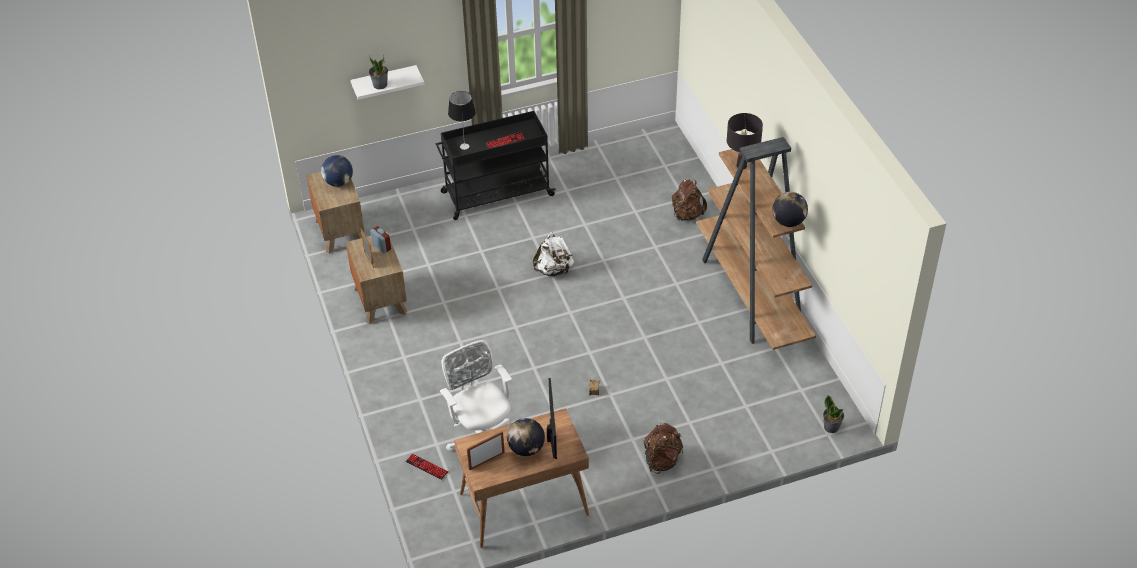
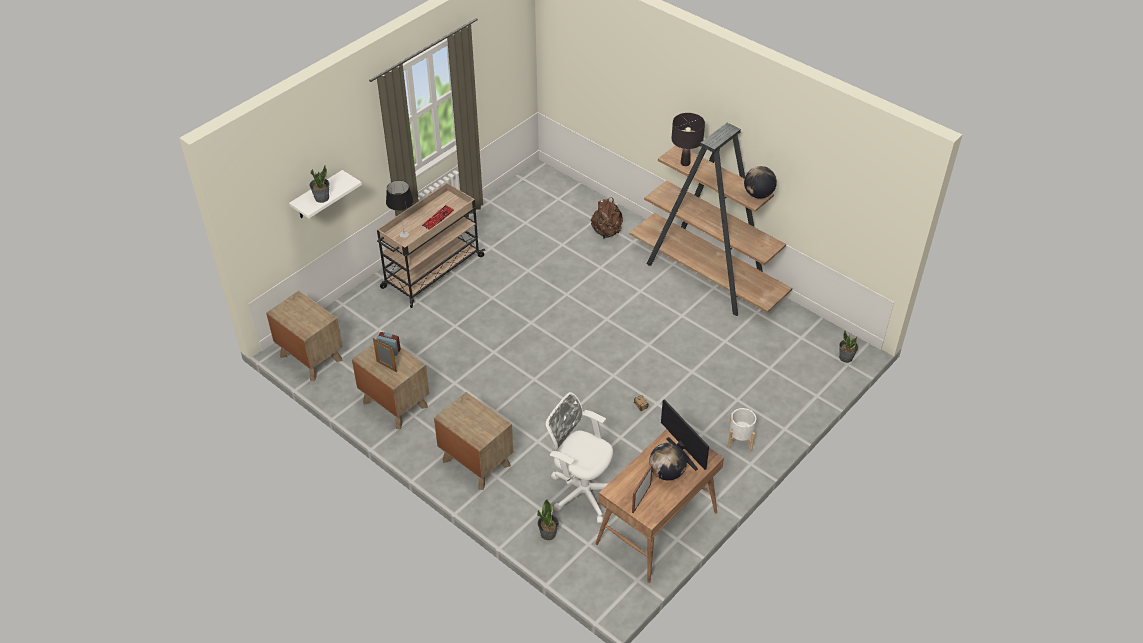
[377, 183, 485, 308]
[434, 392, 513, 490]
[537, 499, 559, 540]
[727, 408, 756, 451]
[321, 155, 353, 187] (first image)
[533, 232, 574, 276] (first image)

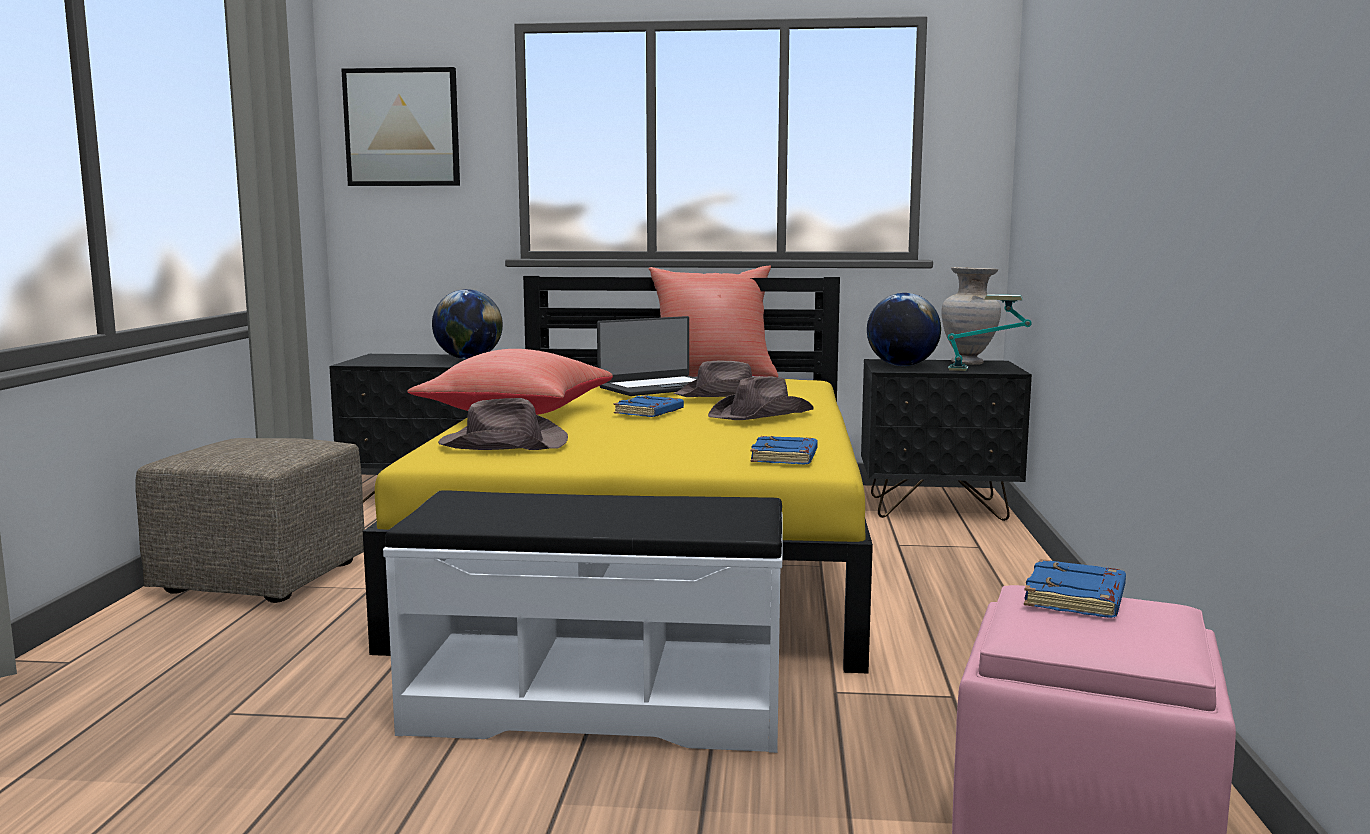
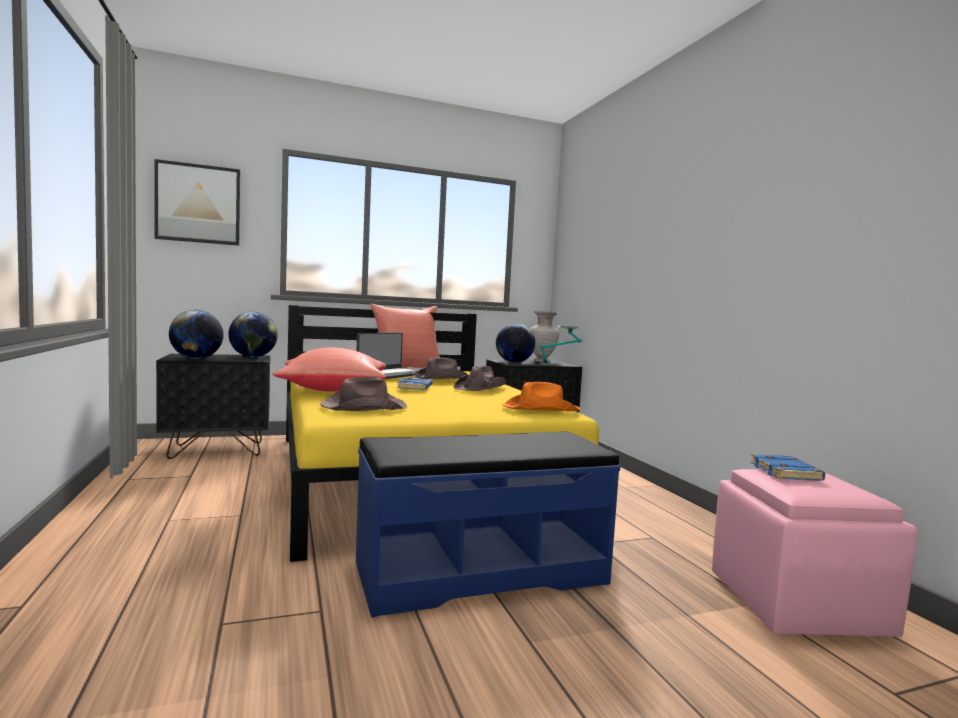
[169, 310, 224, 359]
[356, 431, 620, 617]
[501, 382, 581, 412]
[136, 438, 365, 603] (first image)

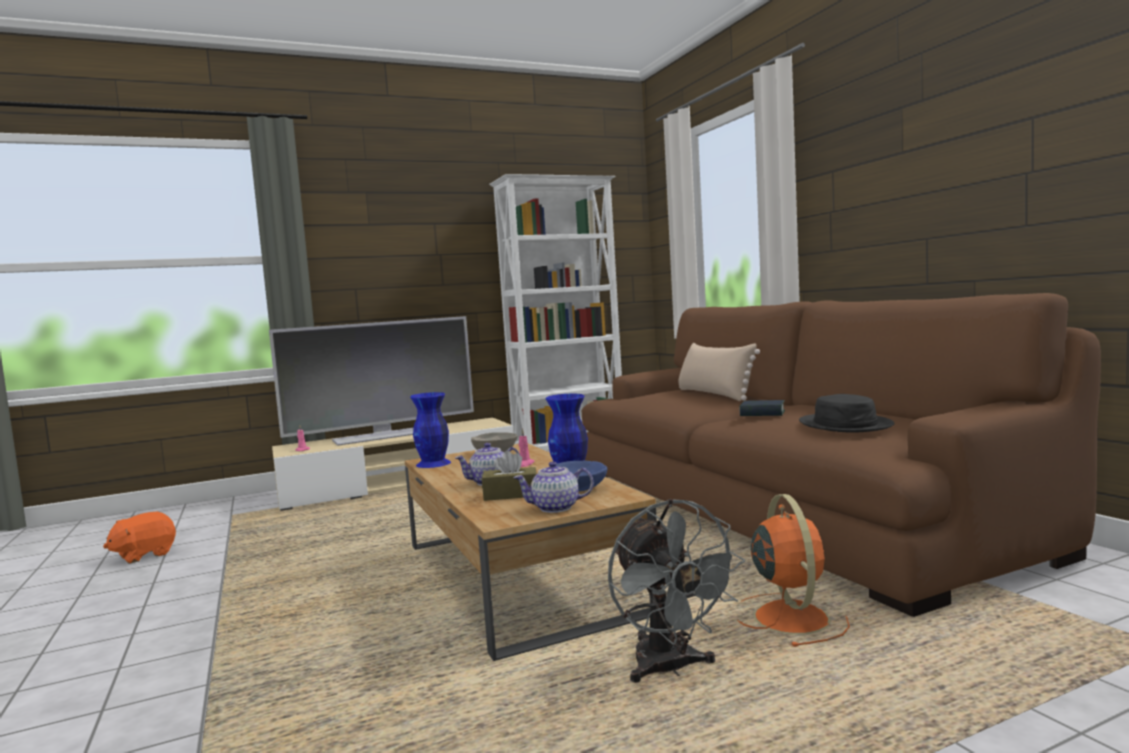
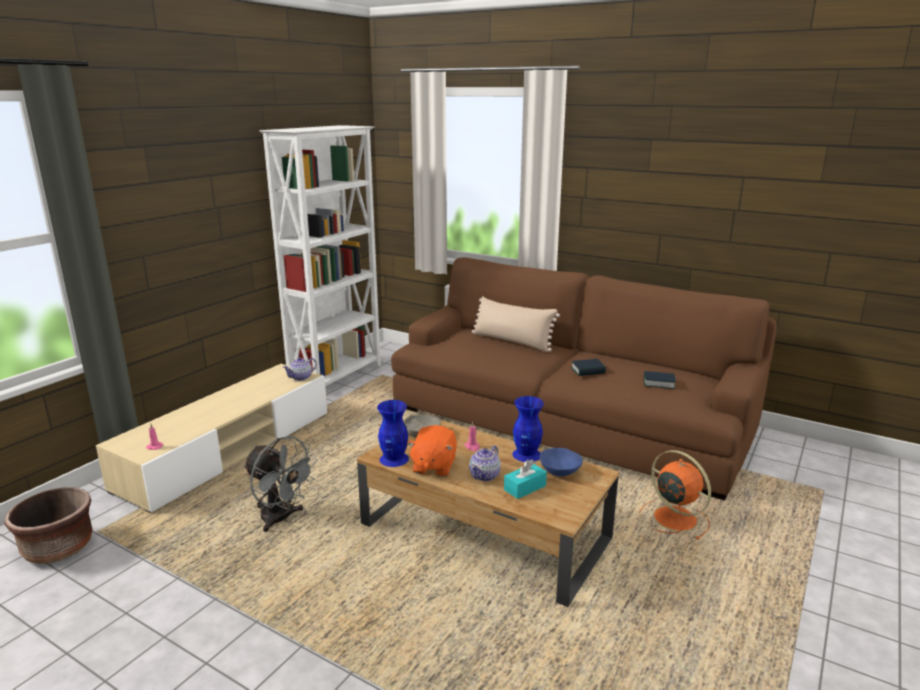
[5, 487, 93, 564]
[243, 436, 318, 532]
[283, 357, 317, 381]
[407, 425, 457, 477]
[504, 459, 547, 499]
[644, 371, 676, 389]
[269, 316, 474, 446] (first image)

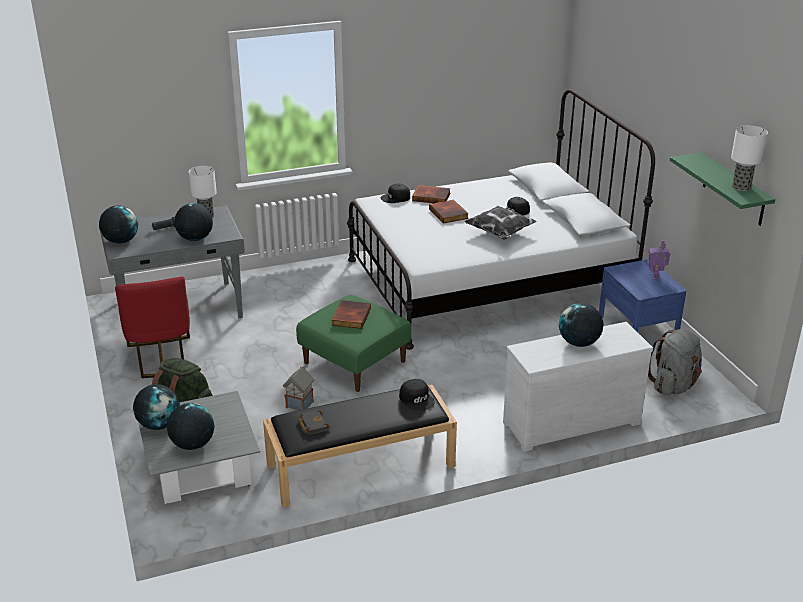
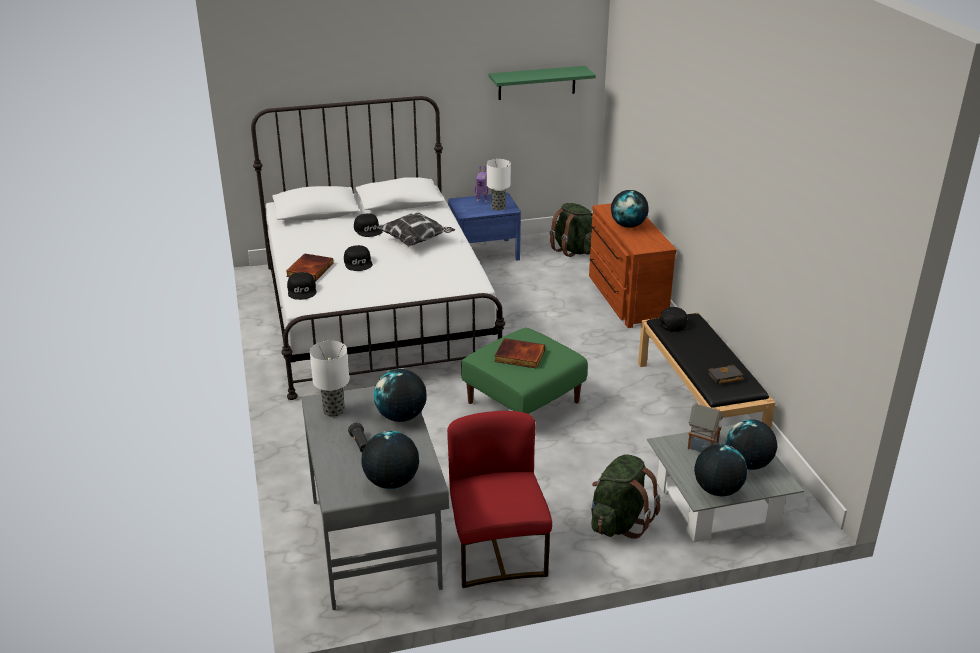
[344, 245, 373, 271]
[447, 411, 552, 588]
[487, 159, 511, 210]
[549, 203, 593, 257]
[589, 203, 677, 328]
[688, 403, 723, 452]

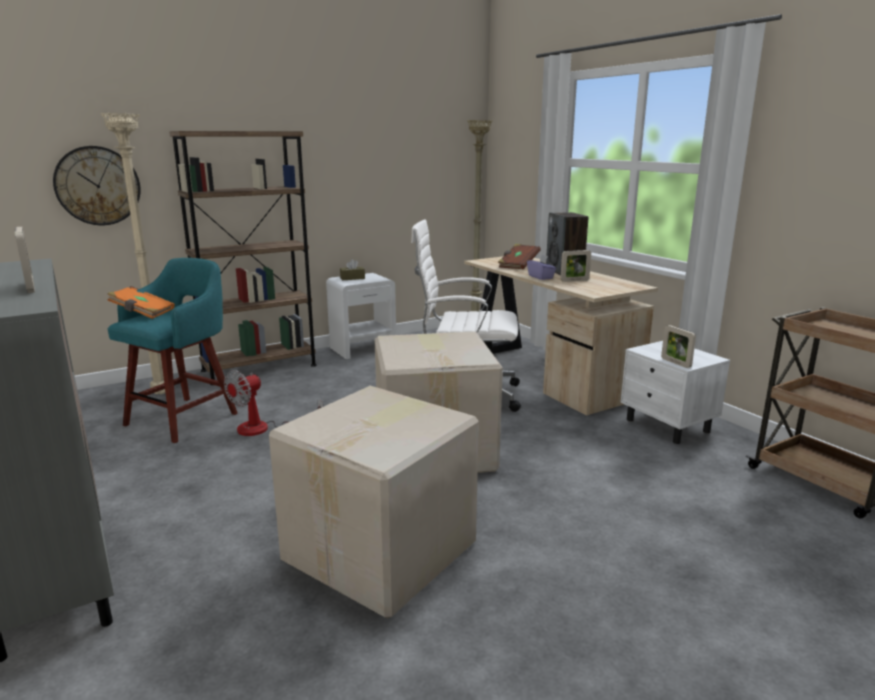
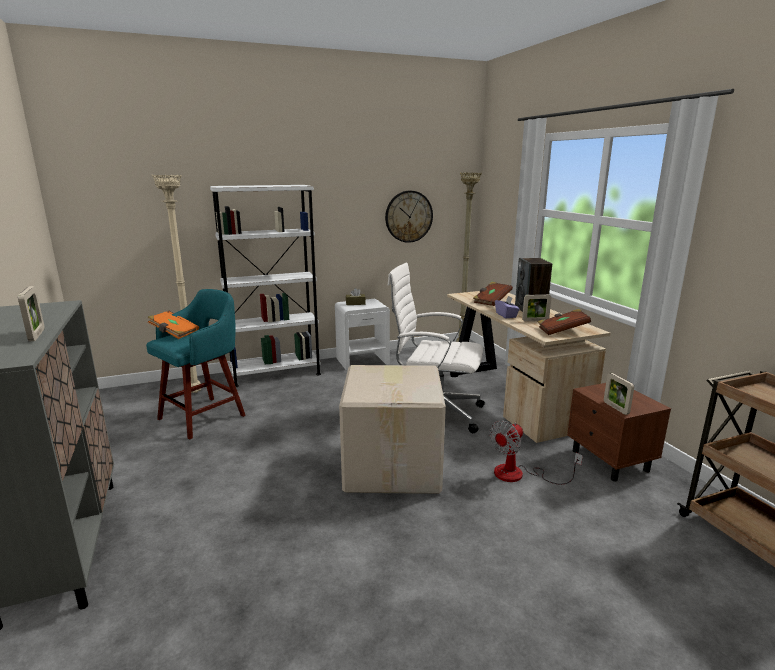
[210, 185, 321, 387]
[385, 191, 433, 243]
[489, 420, 583, 485]
[538, 309, 591, 335]
[567, 383, 671, 482]
[269, 386, 479, 618] (first image)

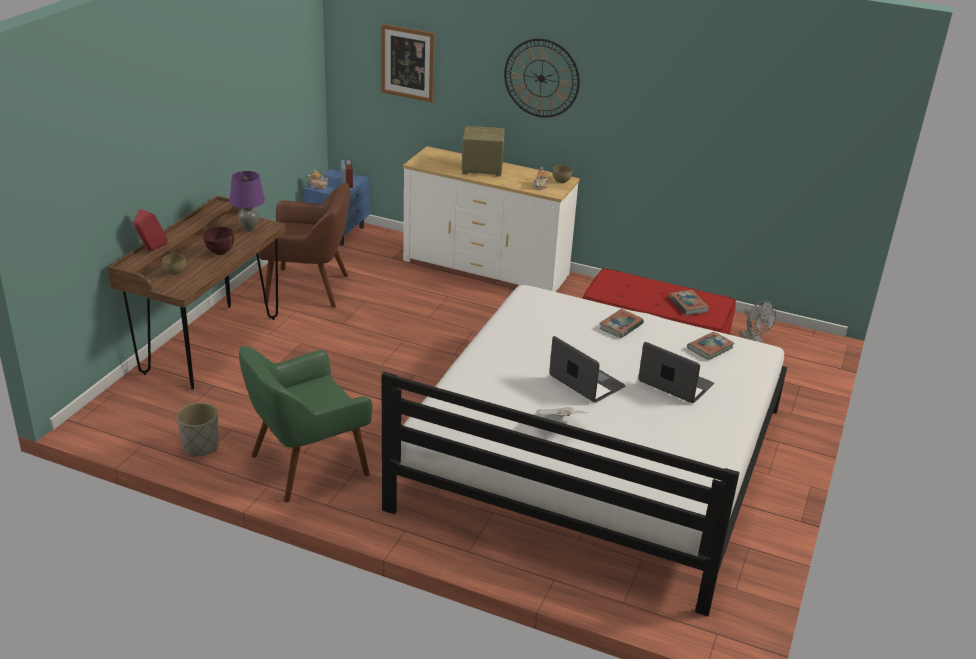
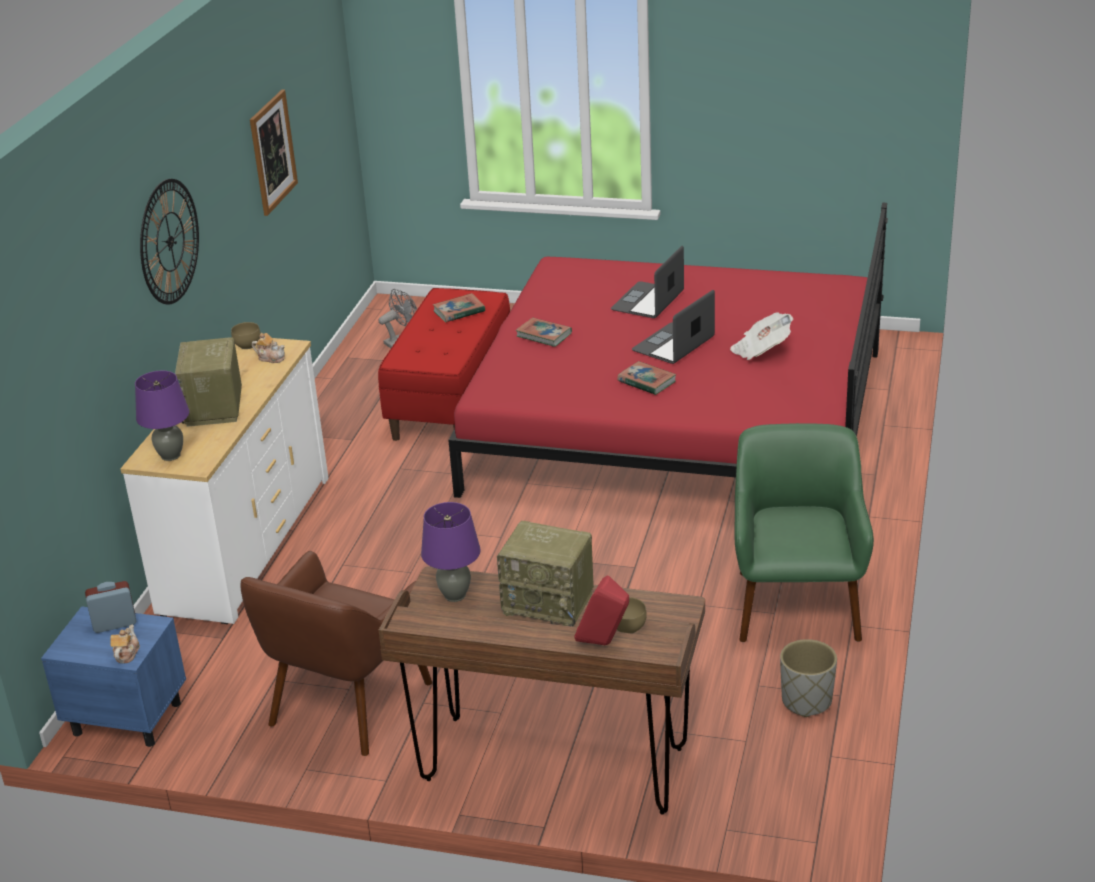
[135, 371, 189, 461]
[240, 551, 432, 756]
[250, 90, 298, 216]
[448, 203, 888, 498]
[497, 521, 594, 627]
[617, 361, 677, 395]
[734, 423, 874, 642]

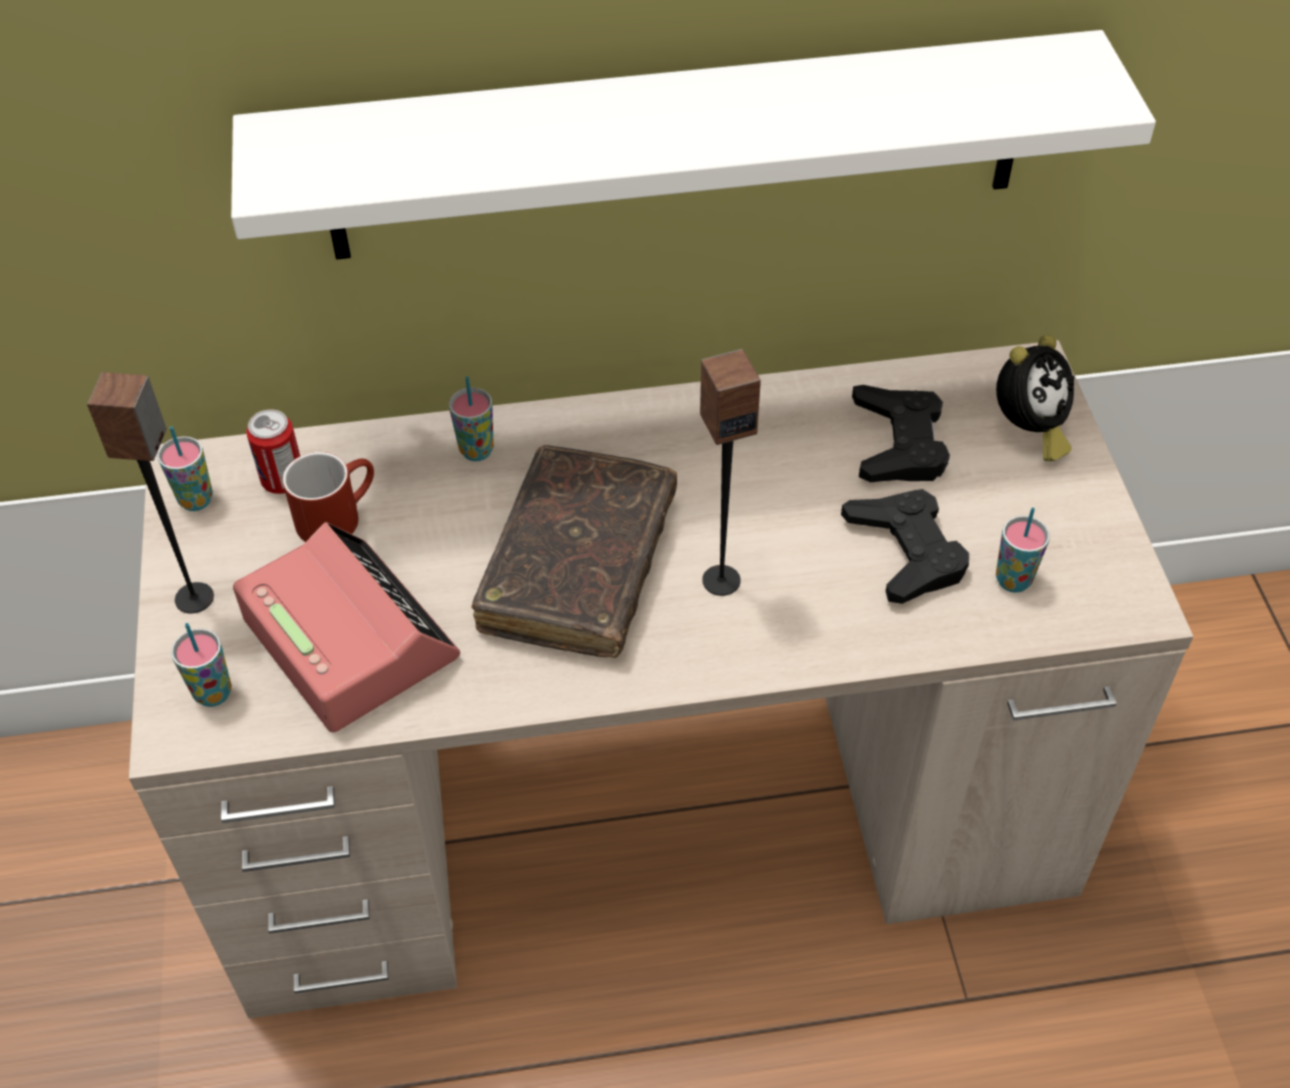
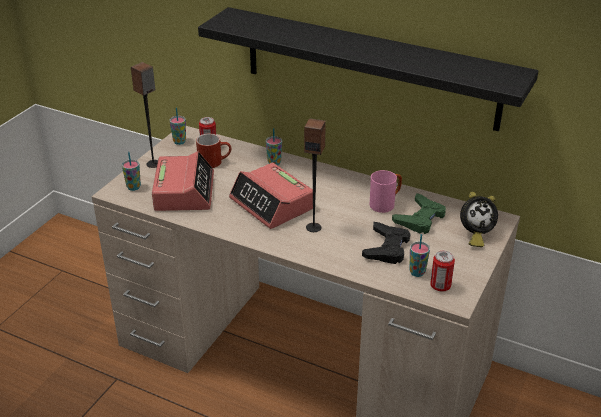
[198, 7, 538, 131]
[229, 163, 313, 229]
[370, 170, 402, 213]
[392, 193, 446, 234]
[430, 251, 455, 292]

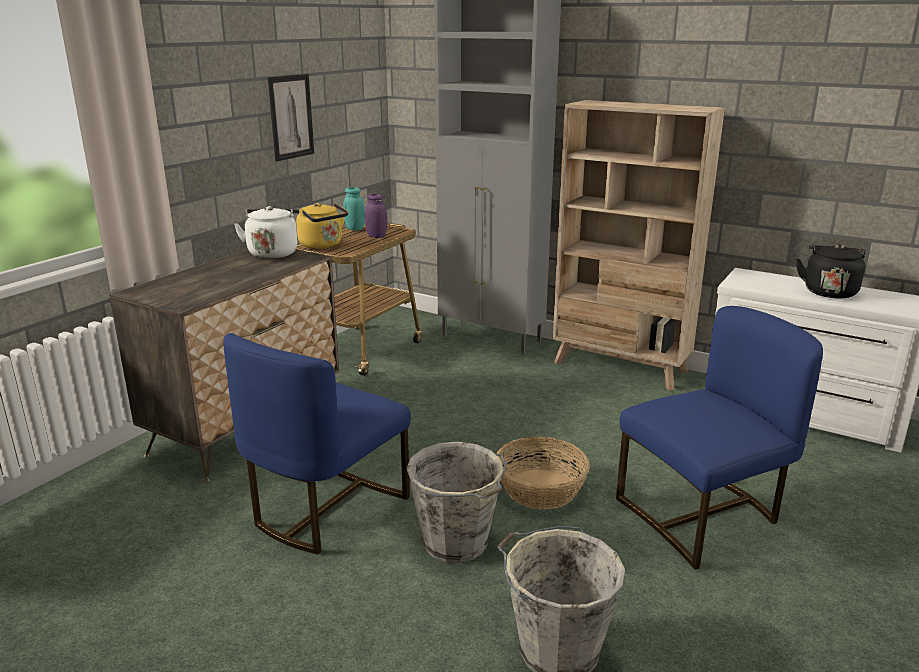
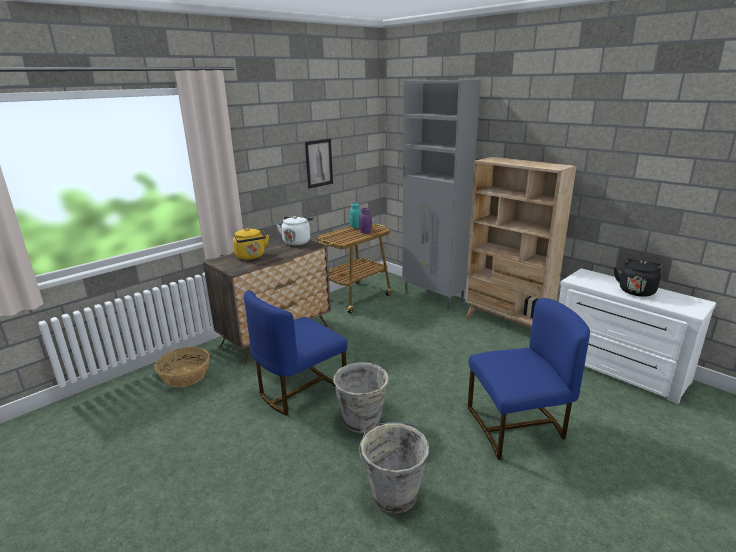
[155, 347, 210, 387]
[233, 228, 269, 260]

